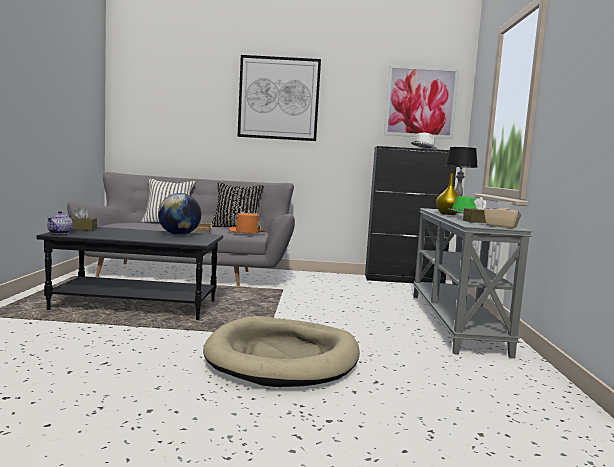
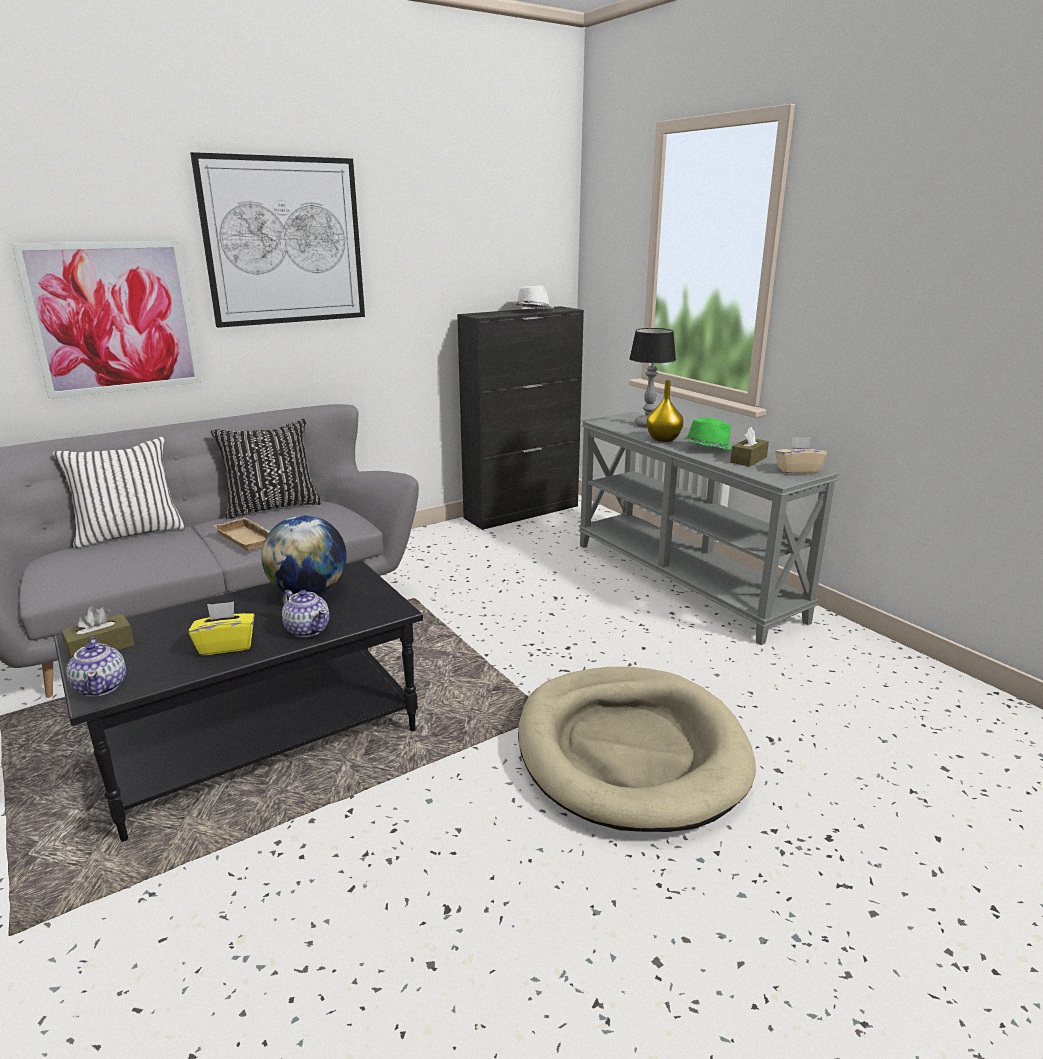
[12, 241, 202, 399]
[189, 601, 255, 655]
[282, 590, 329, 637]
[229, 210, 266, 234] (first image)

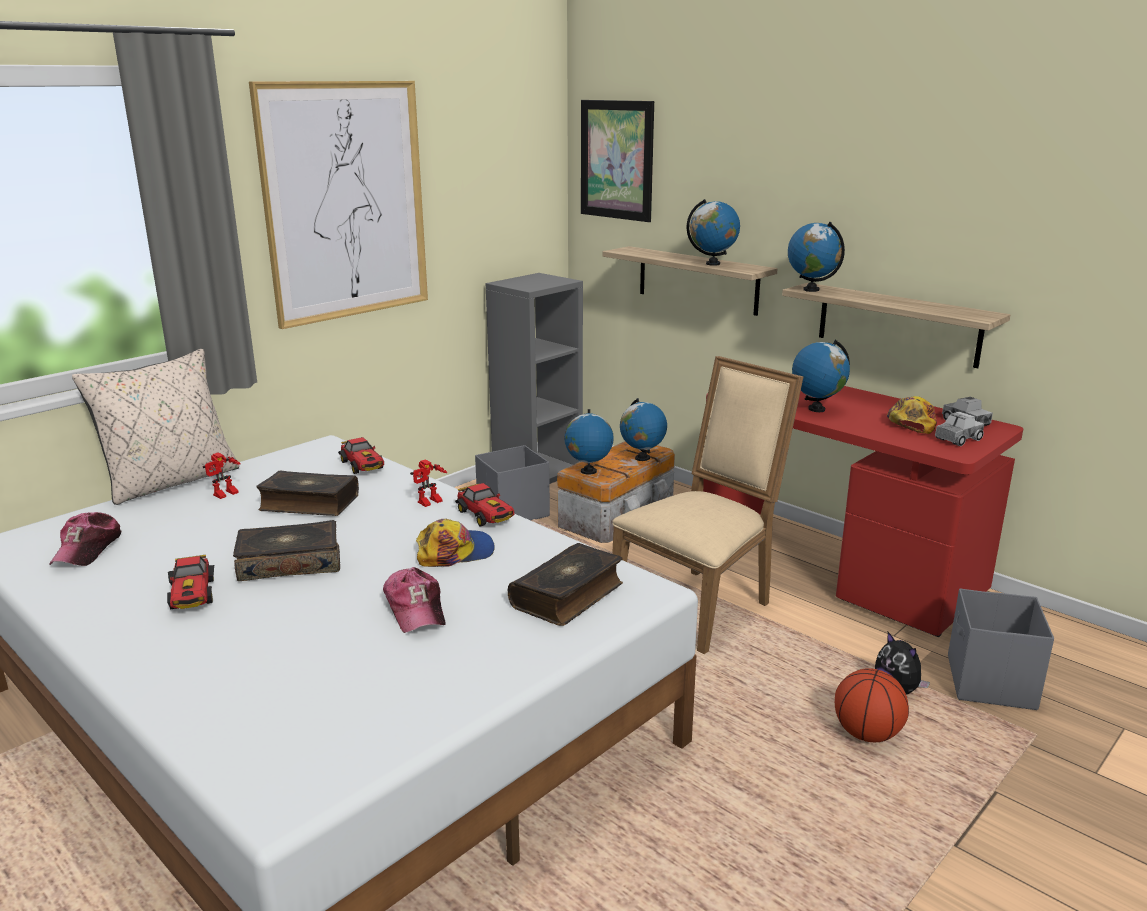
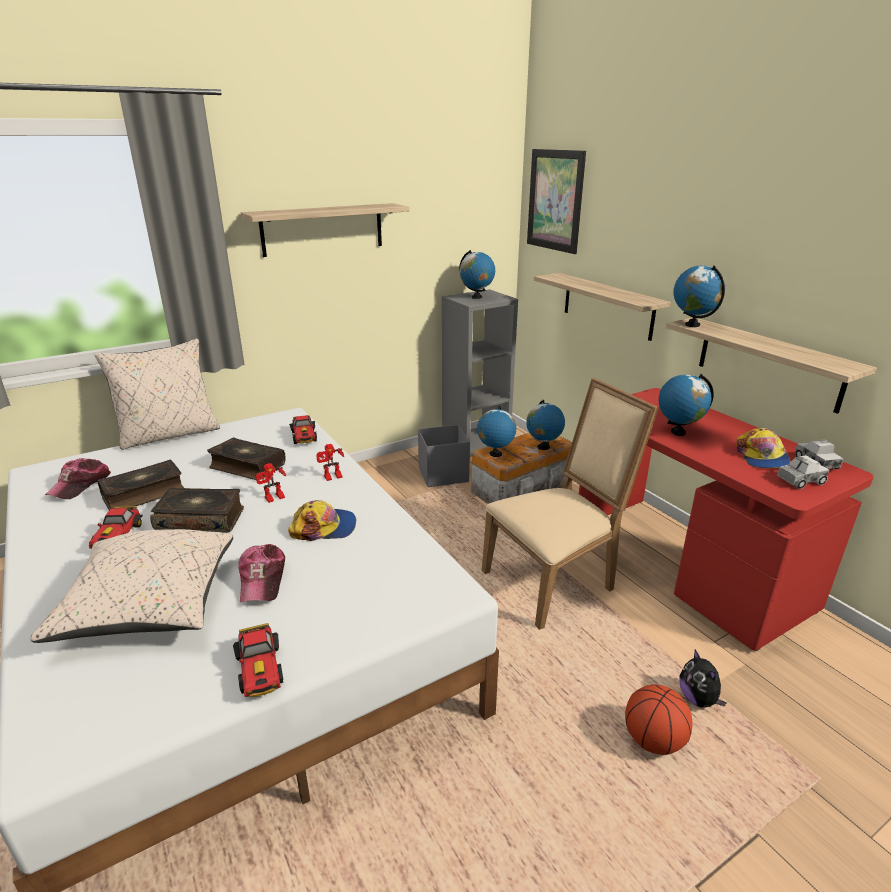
[30, 529, 233, 643]
[97, 460, 184, 510]
[233, 623, 283, 697]
[241, 203, 409, 257]
[256, 463, 286, 503]
[459, 250, 495, 299]
[736, 428, 790, 468]
[948, 589, 1054, 710] (first image)

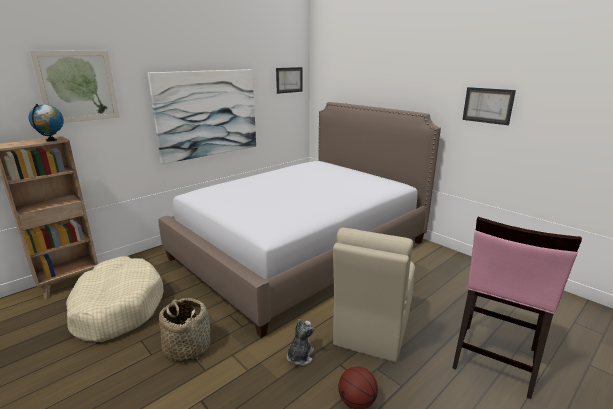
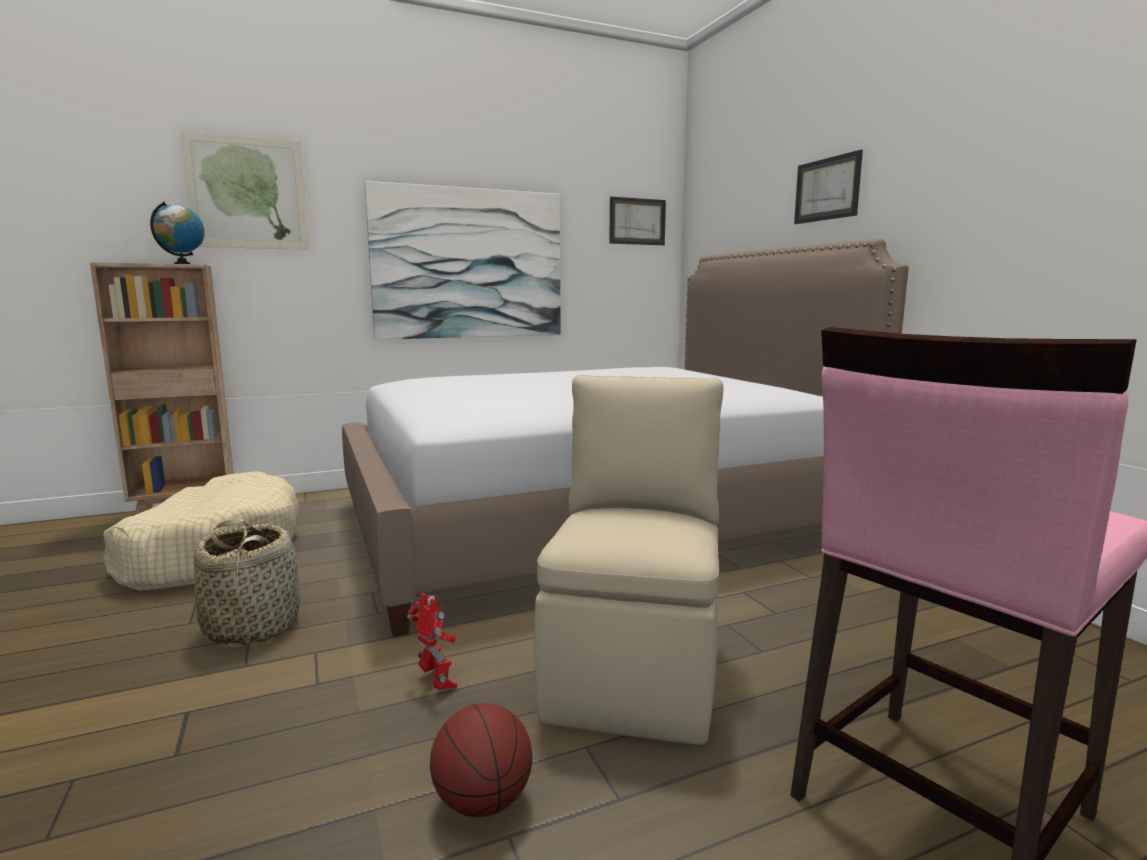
[407, 593, 457, 690]
[534, 375, 724, 745]
[794, 150, 863, 224]

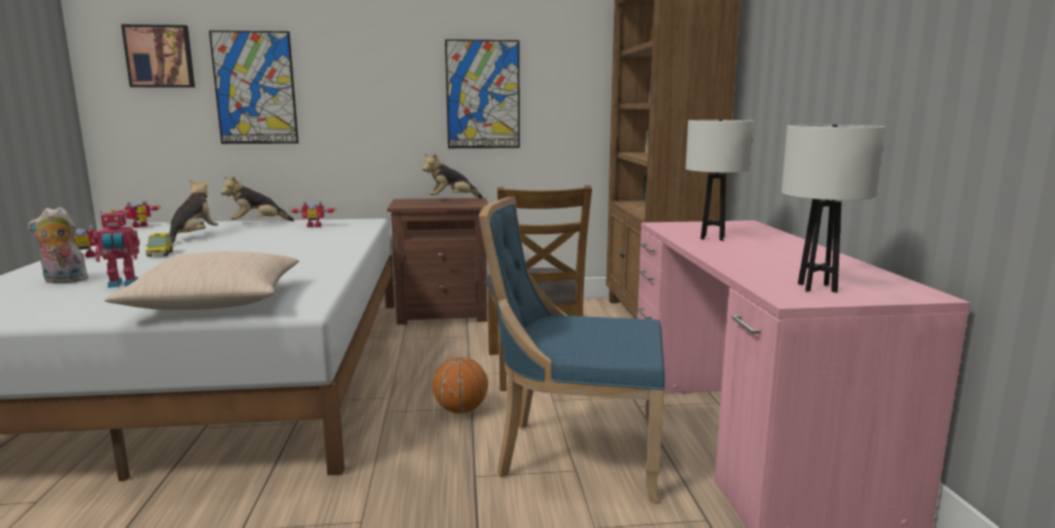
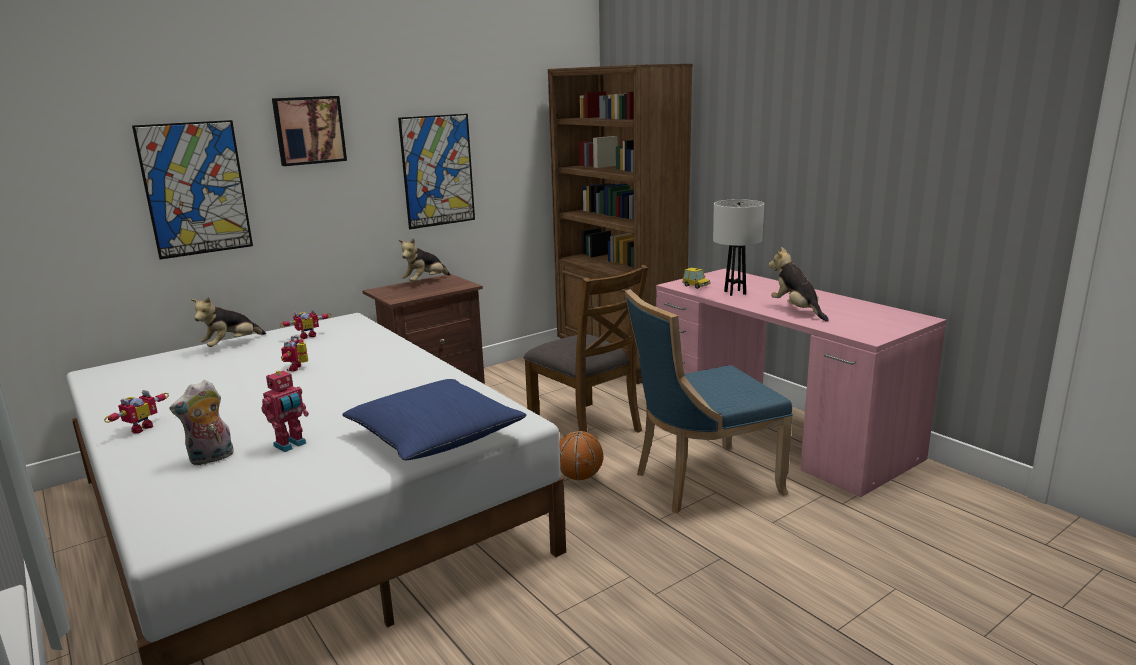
[272, 96, 347, 166]
[281, 335, 308, 371]
[342, 379, 527, 460]
[682, 267, 710, 289]
[769, 247, 828, 321]
[781, 125, 885, 293] (first image)

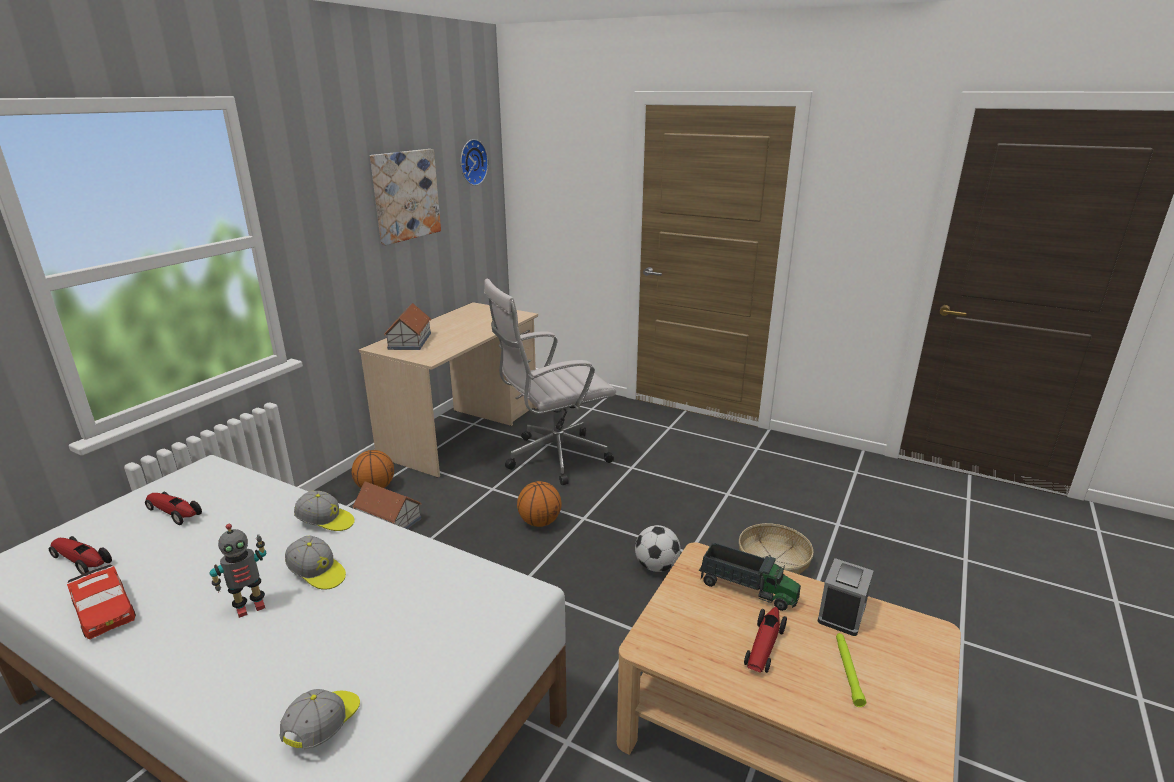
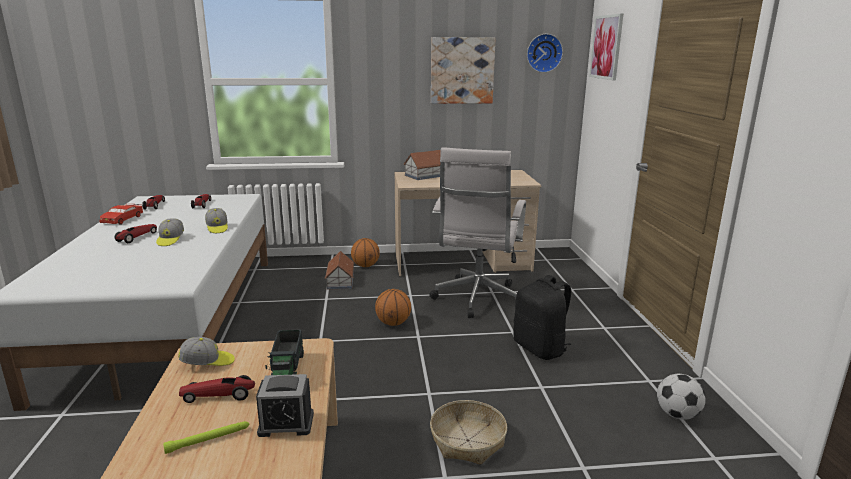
[115, 224, 157, 243]
[178, 337, 235, 366]
[430, 147, 526, 318]
[513, 275, 571, 360]
[589, 13, 623, 80]
[657, 374, 706, 420]

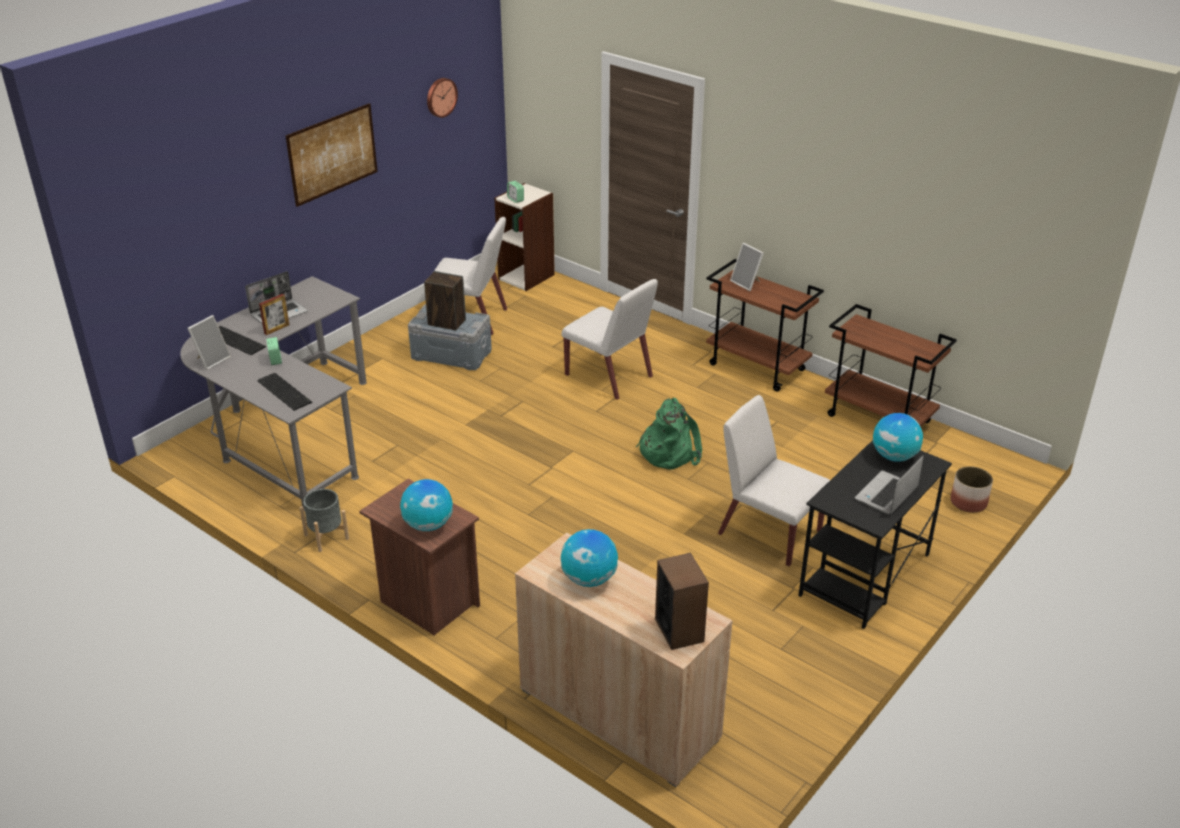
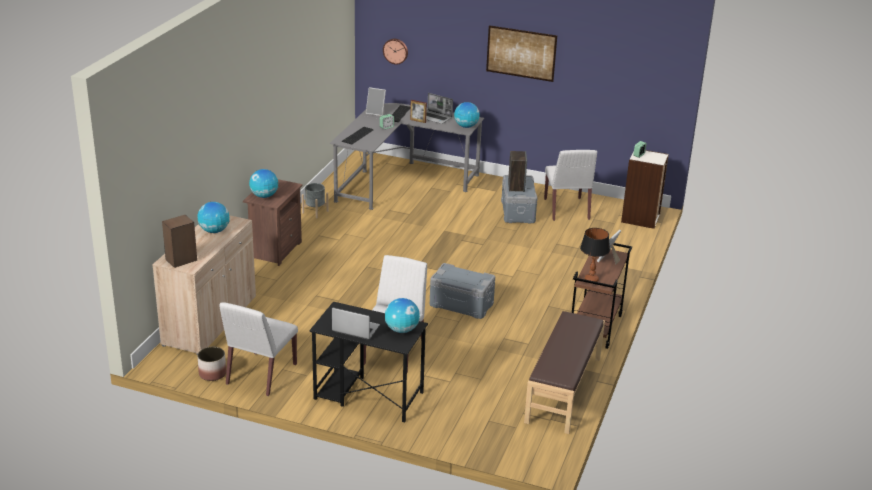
[197, 347, 226, 381]
[220, 302, 298, 396]
[383, 39, 408, 65]
[430, 263, 495, 319]
[454, 102, 480, 128]
[524, 311, 605, 434]
[580, 228, 610, 282]

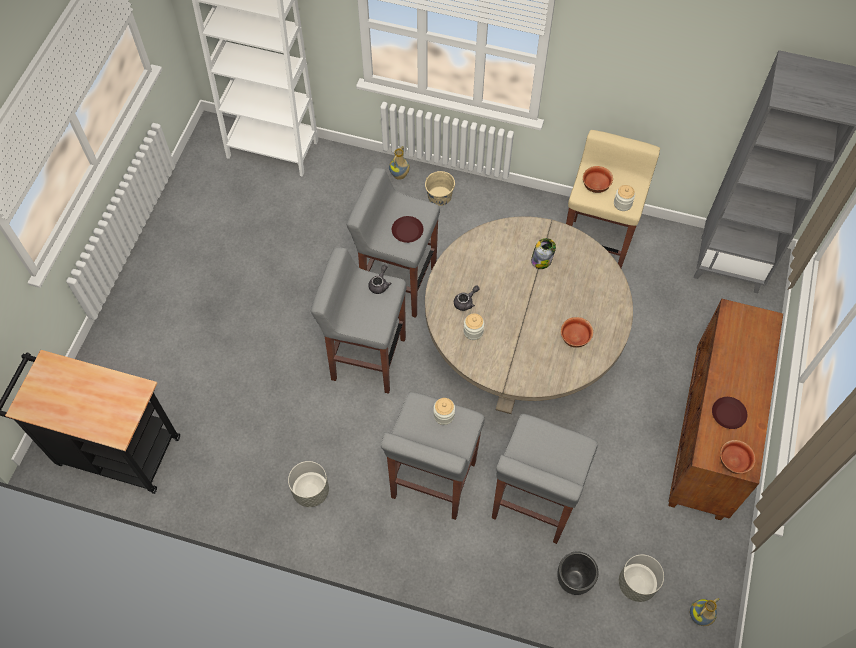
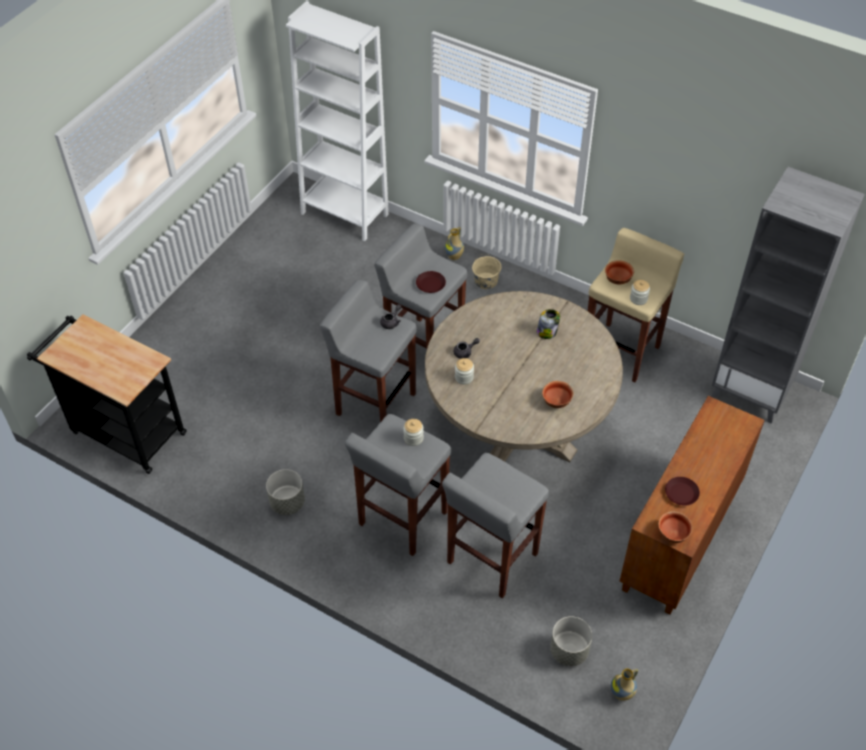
[557, 551, 599, 595] (first image)

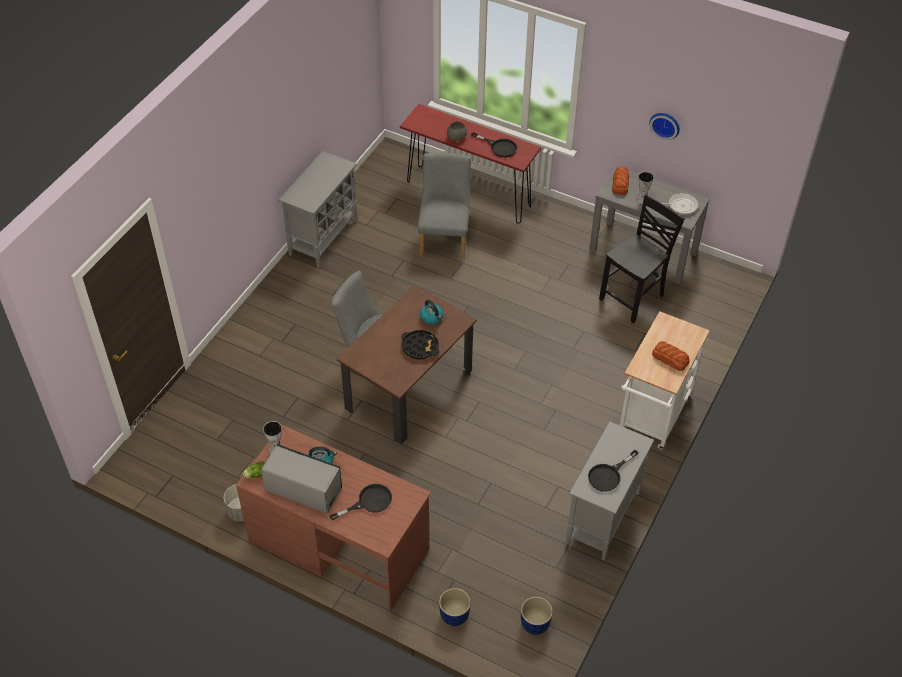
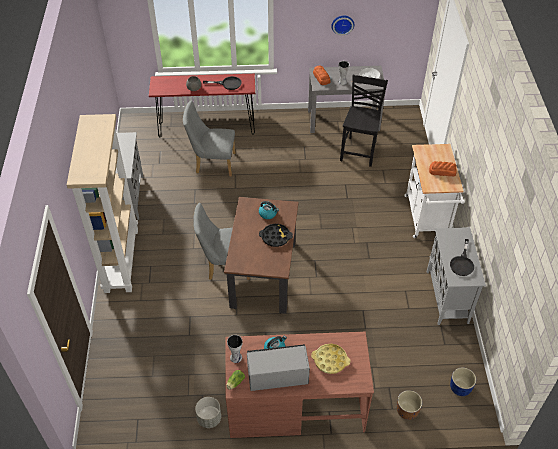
[67, 114, 138, 293]
[183, 101, 235, 176]
[311, 344, 350, 374]
[397, 390, 422, 420]

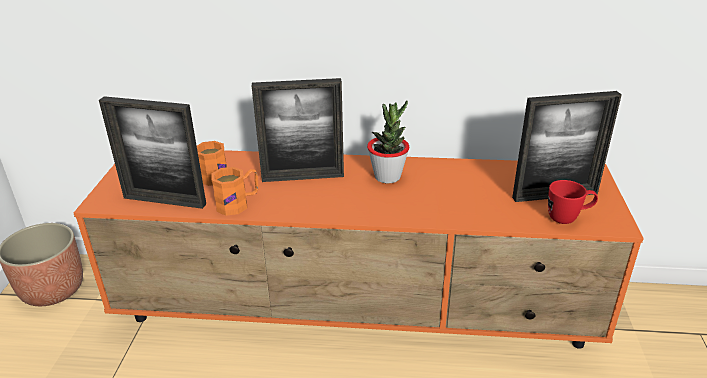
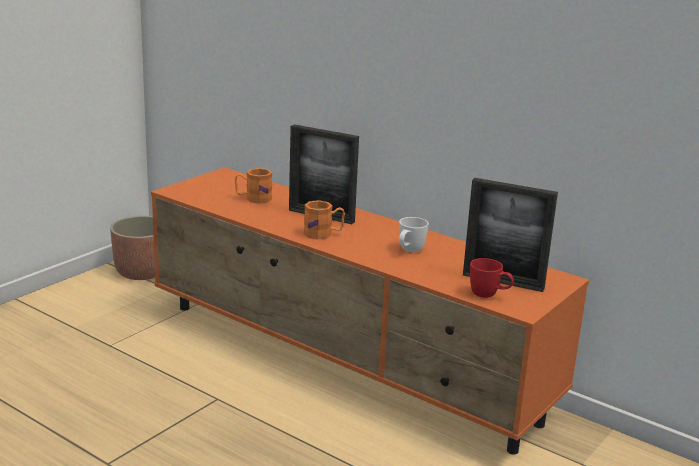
[304, 200, 345, 240]
[399, 217, 429, 252]
[99, 96, 206, 209] (first image)
[367, 101, 409, 183] (first image)

